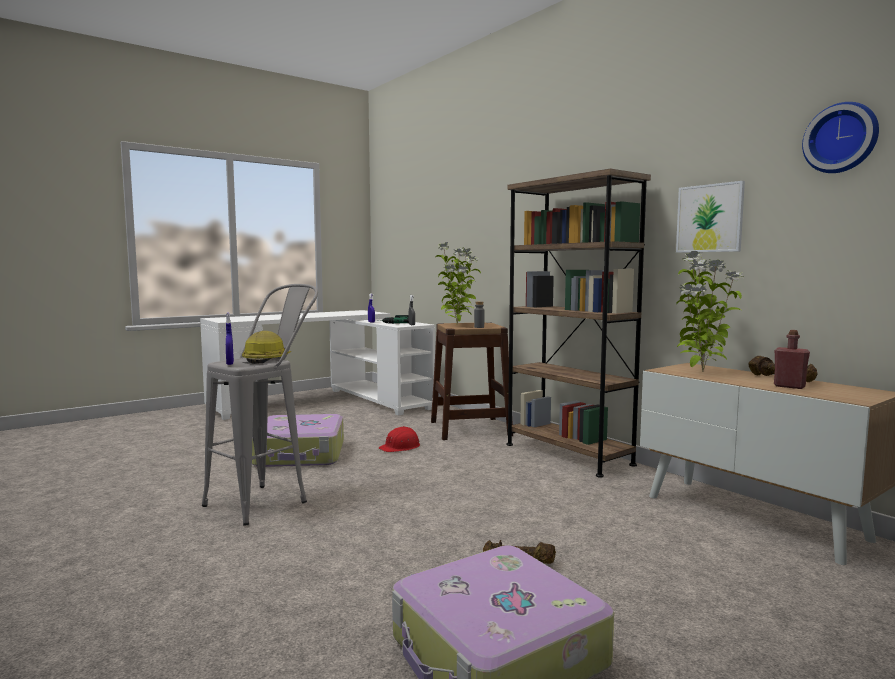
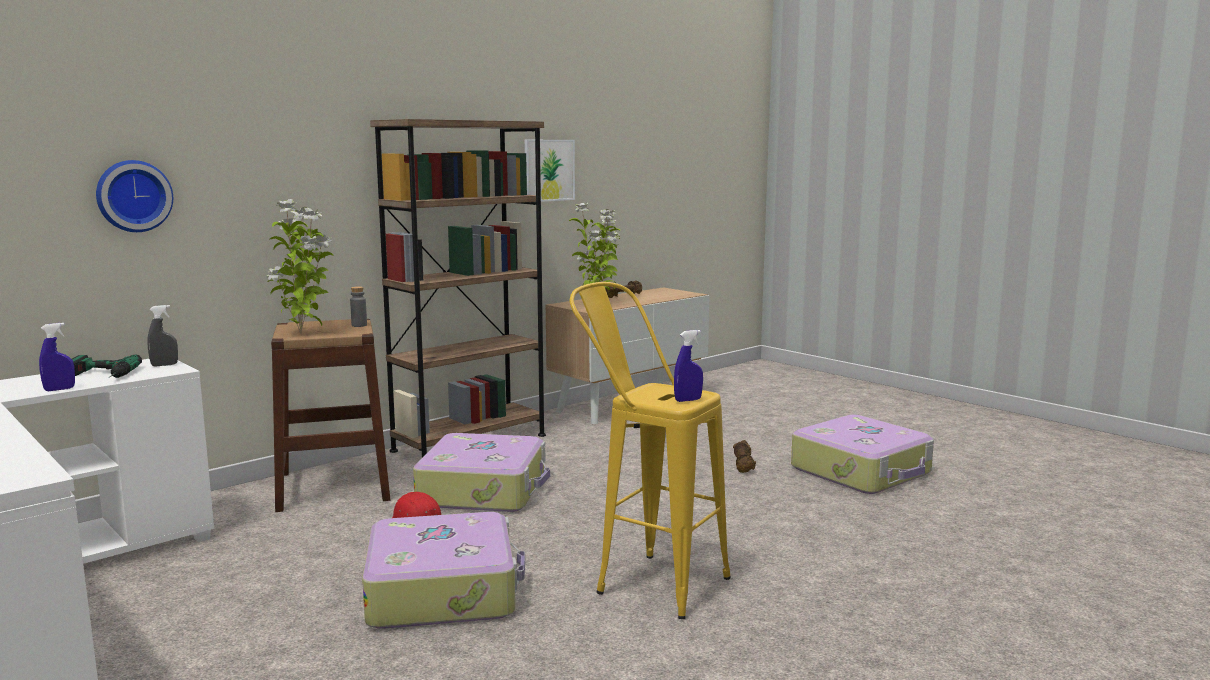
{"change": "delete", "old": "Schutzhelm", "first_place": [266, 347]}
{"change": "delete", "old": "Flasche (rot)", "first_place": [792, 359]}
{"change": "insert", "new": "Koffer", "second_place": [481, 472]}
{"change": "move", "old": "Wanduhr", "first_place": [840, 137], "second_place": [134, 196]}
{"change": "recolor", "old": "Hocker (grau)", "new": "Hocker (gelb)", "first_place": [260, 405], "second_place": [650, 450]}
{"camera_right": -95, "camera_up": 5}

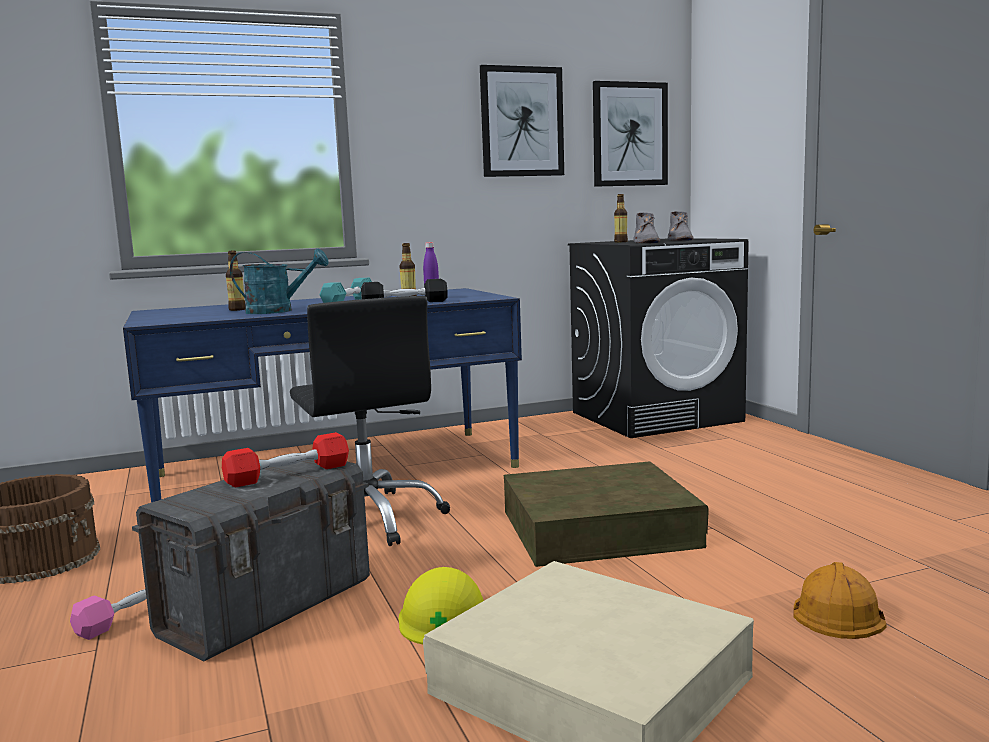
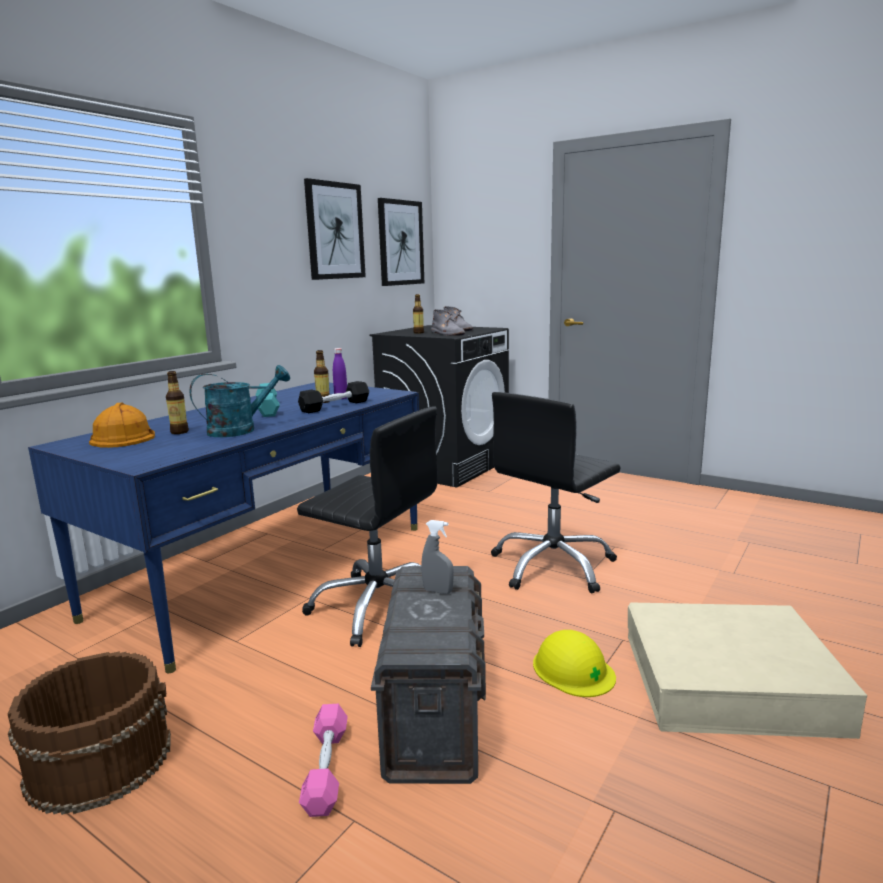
{"change": "move", "old": "Schutzhelm (orange)", "first_place": [839, 600], "second_place": [122, 425]}
{"change": "replace", "old": "Hantel (rot)", "new": "Sprühflasche (grau)", "first_place": [285, 459], "second_place": [437, 557]}
{"change": "replace", "old": "Aufbewahrungsbox (braun)", "new": "Bürostuhl (schwarz)", "first_place": [606, 514], "second_place": [556, 492]}
{"camera_right": -35, "camera_up": 5}

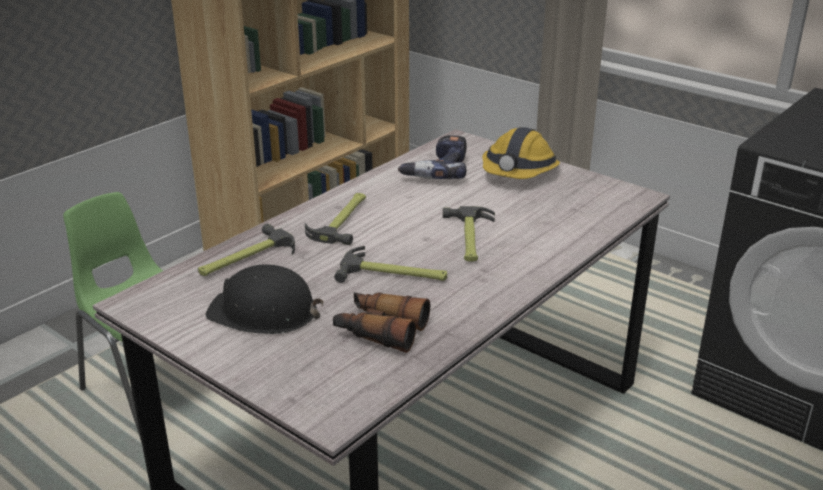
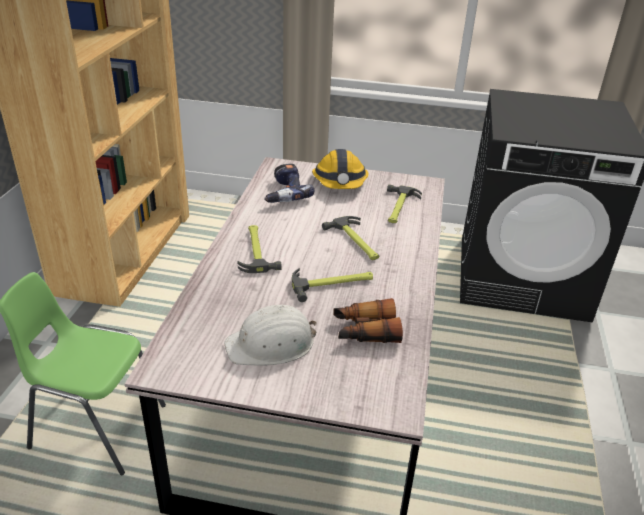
{"change": "move", "old": "Hammer", "first_place": [246, 249], "second_place": [404, 204]}
{"change": "recolor", "old": "Schutzhelm (schwarz)", "new": "Schutzhelm (weiß)", "first_place": [264, 299], "second_place": [270, 335]}
{"camera_right": -30, "camera_up": 5}

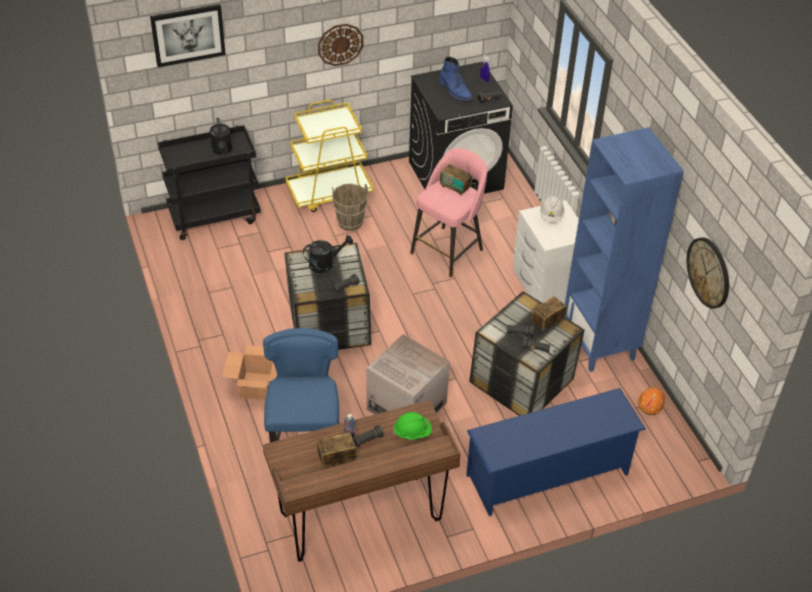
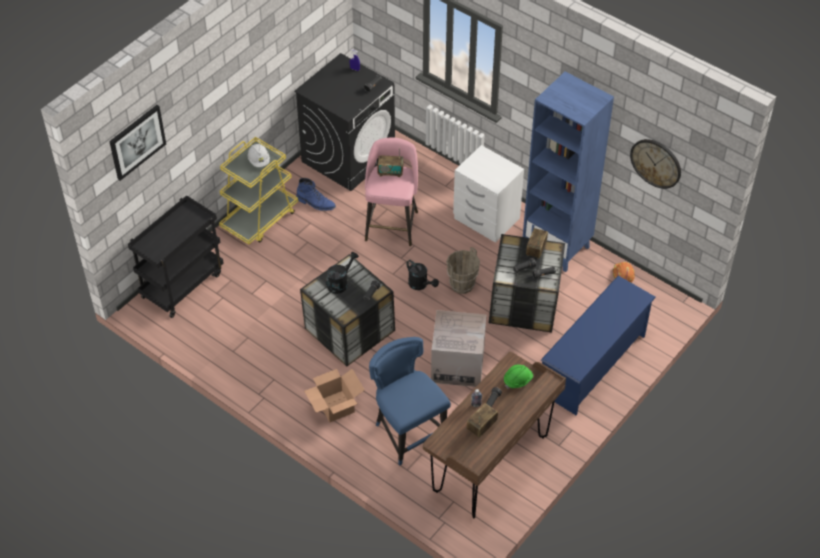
{"change": "delete", "old": "Wanduhr", "first_place": [340, 45]}
{"change": "move", "old": "Gießkanne (schwarz)", "first_place": [221, 136], "second_place": [422, 275]}
{"change": "move", "old": "Eimer (braun)", "first_place": [350, 207], "second_place": [463, 270]}
{"change": "move", "old": "Stiefel (blau)", "first_place": [456, 79], "second_place": [316, 194]}
{"change": "move", "old": "Schutzhelm (weiß)", "first_place": [552, 209], "second_place": [259, 155]}
{"camera_right": -30, "camera_up": 5}

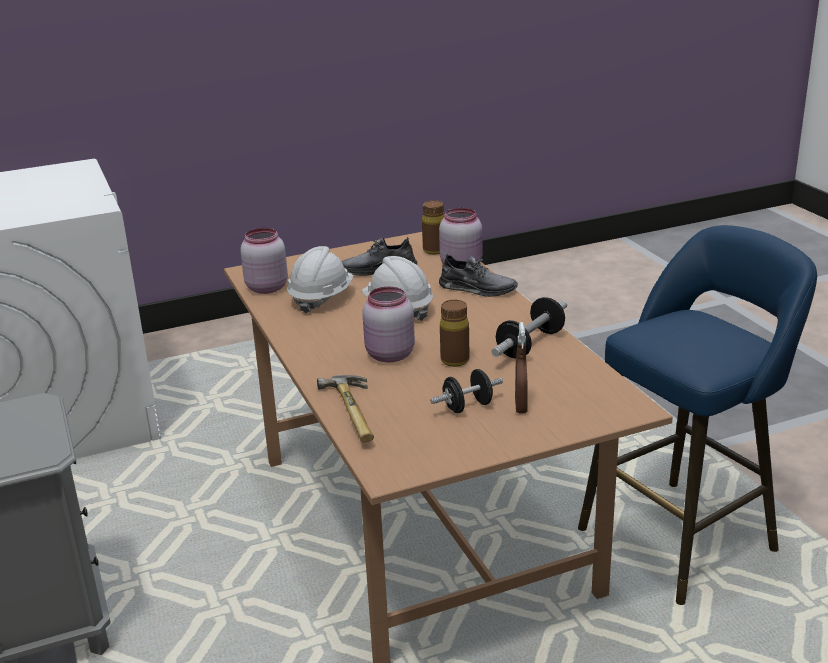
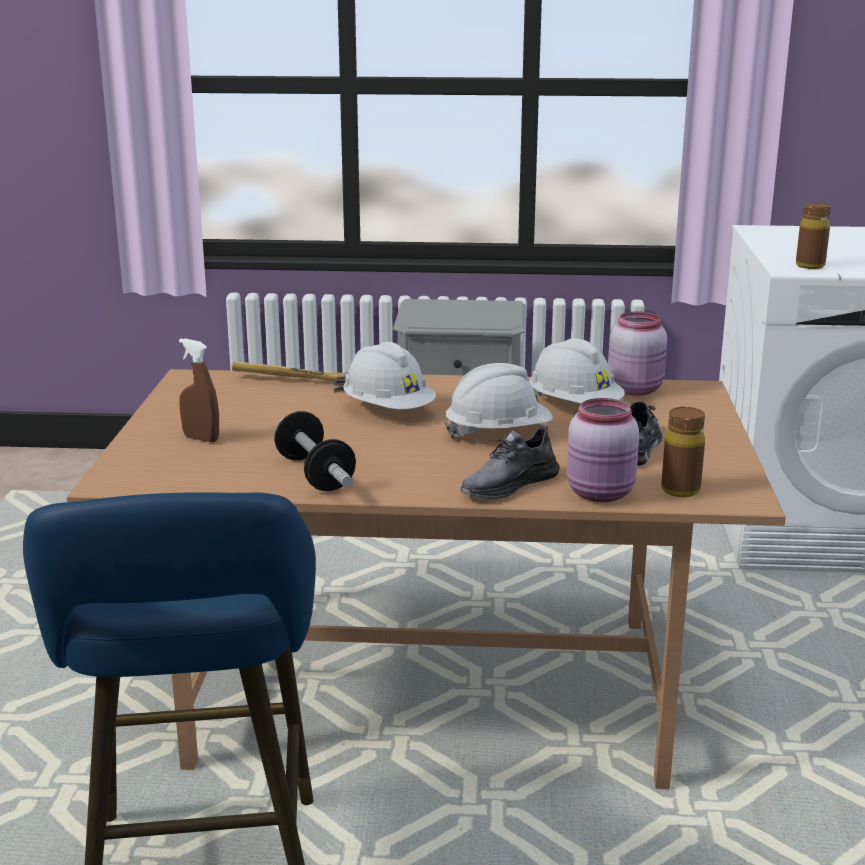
{"change": "delete", "old": "Hantel (schwarz)", "first_place": [466, 391]}
{"change": "move", "old": "Flasche (braun)", "first_place": [454, 333], "second_place": [813, 236]}
{"change": "replace", "old": "Vorratsglas (rosa)", "new": "Schutzhelm (weiß)", "first_place": [388, 324], "second_place": [389, 375]}
{"camera_right": 115, "camera_up": -5}

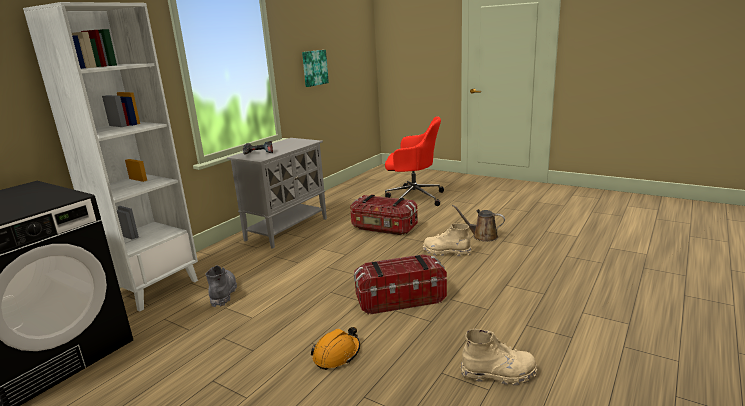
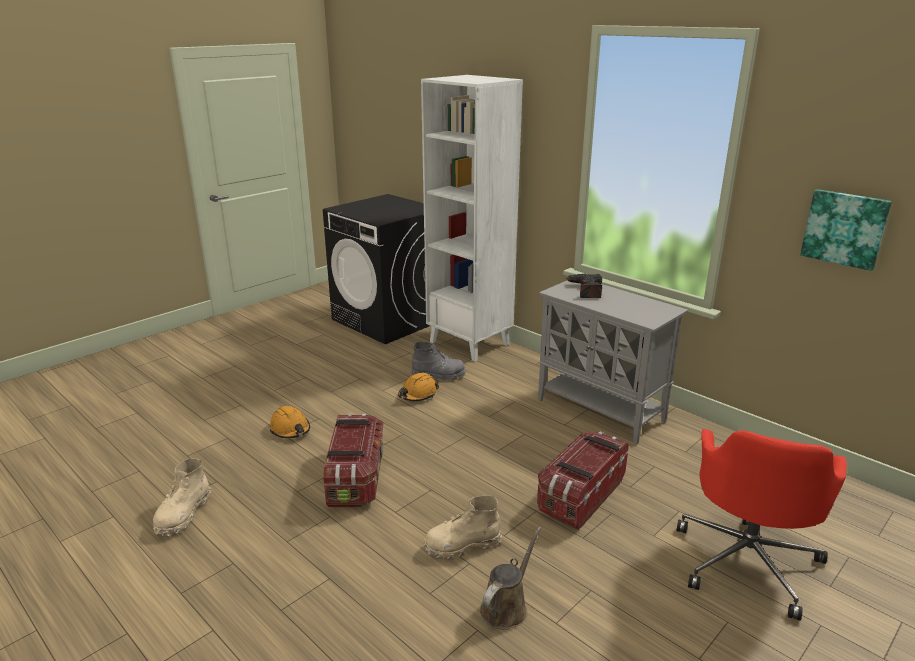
{"change": "insert", "new": "Schutzhelm (orange)", "second_place": [418, 387]}
{"change": "rotate", "old": "Stiefel (beige)", "first_place": [447, 239], "second_place": [463, 527], "degrees": -135}
{"camera_right": 100, "camera_up": 5}

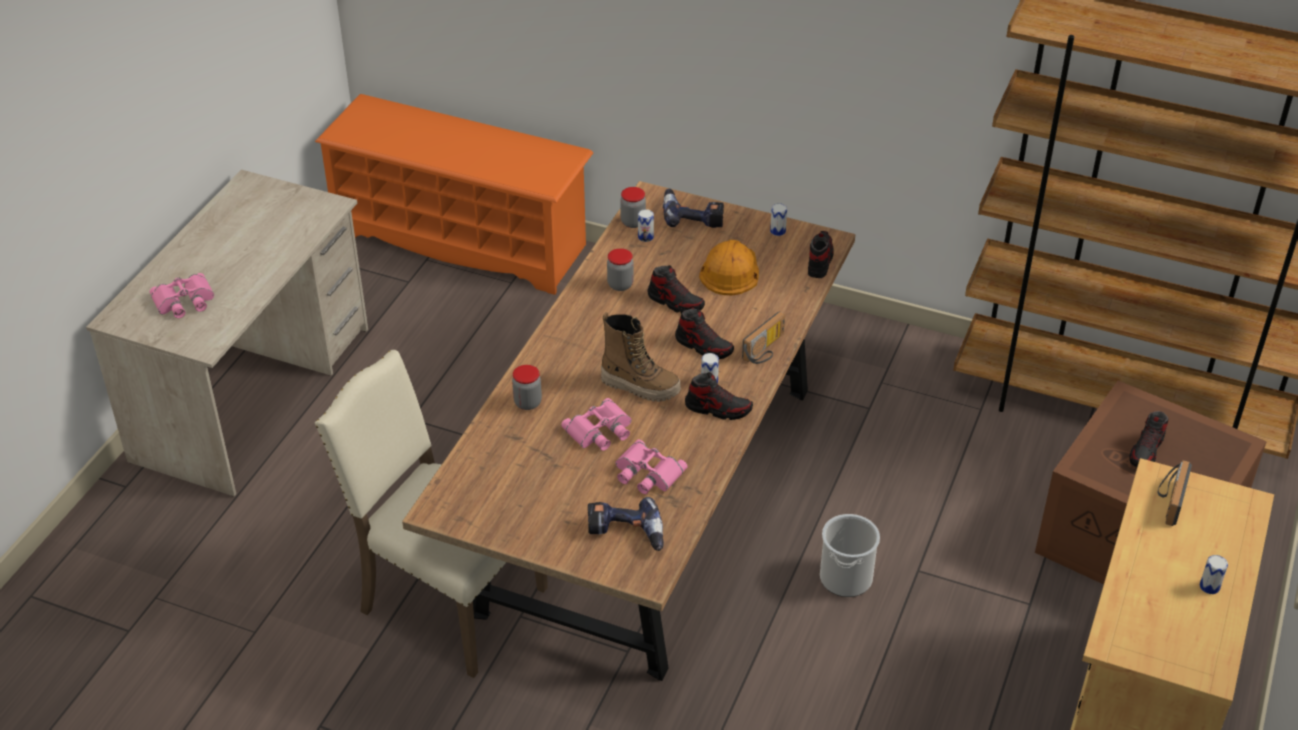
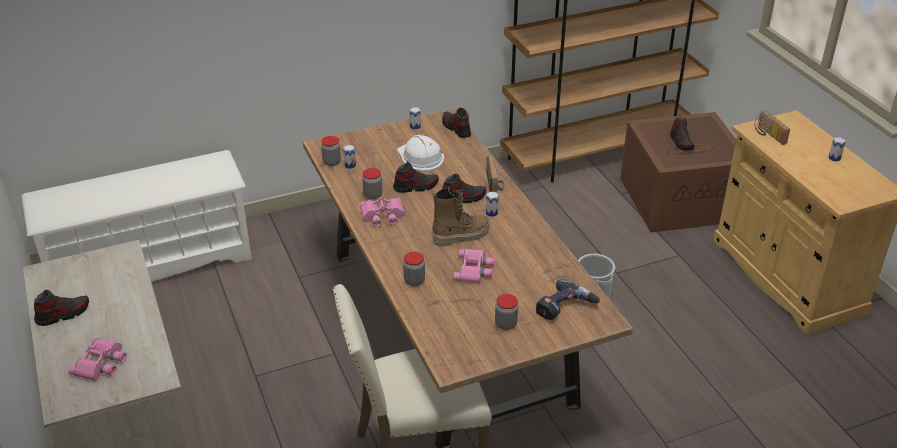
{"change": "delete", "old": "Bohrmaschine", "first_place": [693, 208]}
{"change": "insert", "new": "Vorratsglas", "second_place": [506, 312]}
{"change": "move", "old": "Fernglas (rosa)", "first_place": [651, 466], "second_place": [382, 212]}
{"change": "move", "old": "Schuh", "first_place": [719, 396], "second_place": [61, 308]}
{"change": "recolor", "old": "Schuhregal (orange)", "new": "Schuhregal (weiß)", "first_place": [454, 194], "second_place": [136, 215]}
{"change": "recolor", "old": "Schutzhelm (orange)", "new": "Schutzhelm (weiß)", "first_place": [729, 267], "second_place": [420, 153]}
{"camera_right": -45, "camera_up": -5}

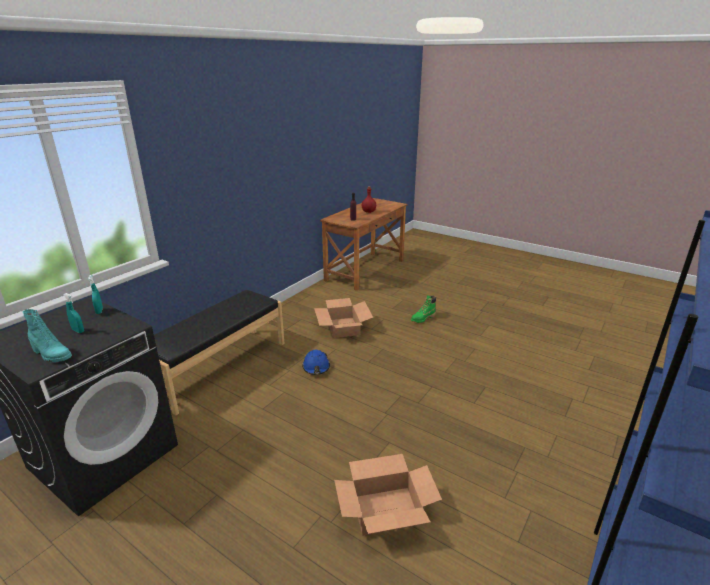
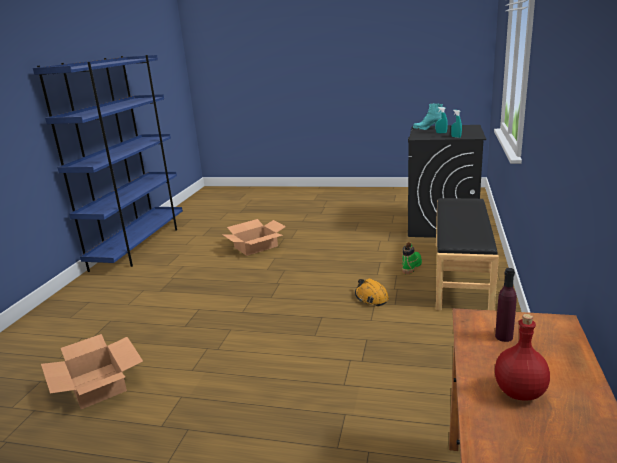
{"change": "move", "old": "Karton", "first_place": [343, 318], "second_place": [92, 371]}
{"change": "move", "old": "Stiefel (grün)", "first_place": [423, 309], "second_place": [412, 258]}
{"change": "recolor", "old": "Schutzhelm (blau)", "new": "Schutzhelm (orange)", "first_place": [316, 362], "second_place": [372, 292]}
{"camera_right": 160, "camera_up": -5}

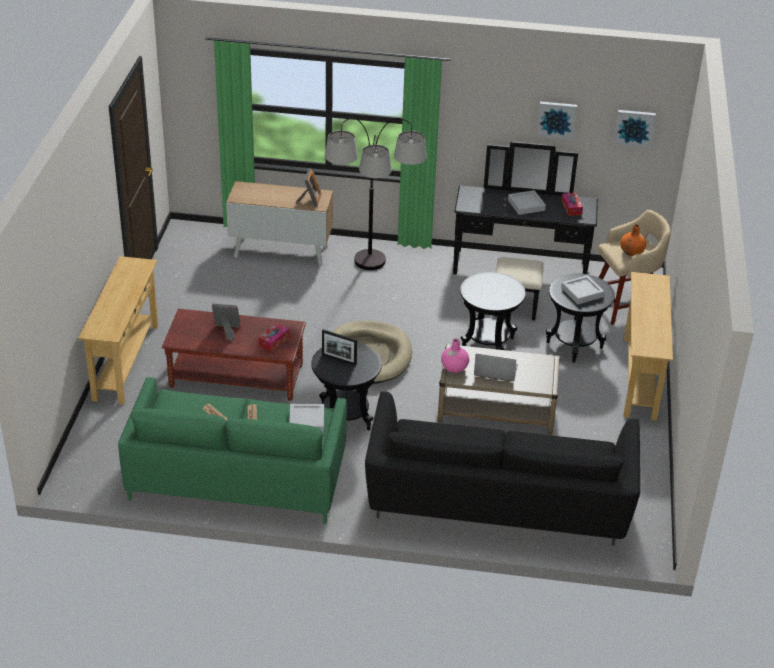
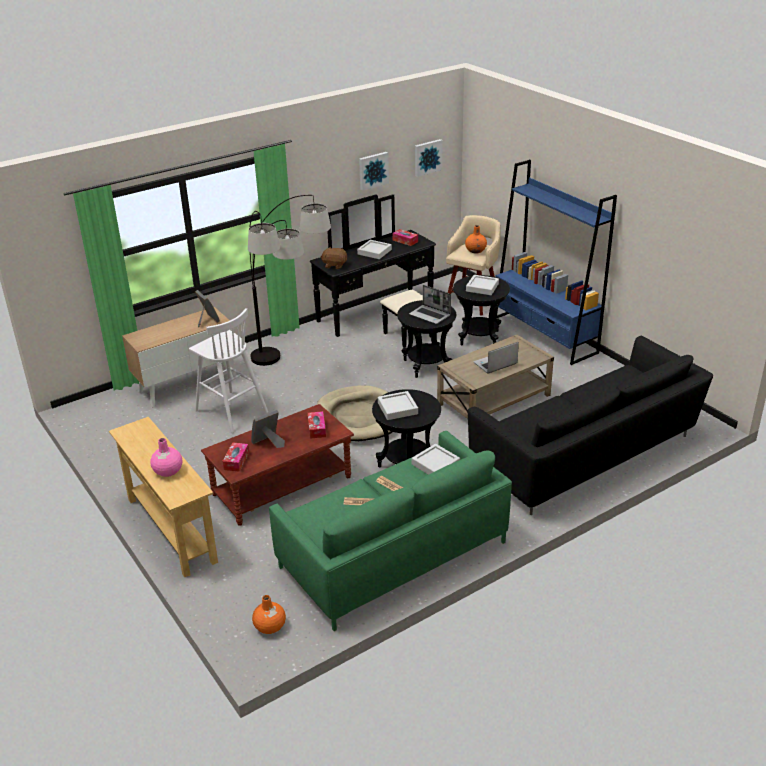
{"change": "insert", "new": "Hocker (weiß)", "second_place": [228, 370]}
{"change": "insert", "new": "Taschentuchbox", "second_place": [235, 457]}
{"change": "insert", "new": "Vase (orange)", "second_place": [269, 614]}
{"change": "insert", "new": "Plüschtier (braun)", "second_place": [334, 258]}
{"change": "insert", "new": "Laptop", "second_place": [430, 304]}
{"change": "move", "old": "Vase (rosa)", "first_place": [455, 356], "second_place": [166, 457]}
{"change": "replace", "old": "Bilderrahmen", "new": "Tablett (grau)", "first_place": [339, 347], "second_place": [398, 405]}
{"change": "replace", "old": "Konsolentisch (beige)", "new": "Bücherregal (blau)", "first_place": [648, 346], "second_place": [556, 262]}
{"camera_right": -40, "camera_up": -5}

